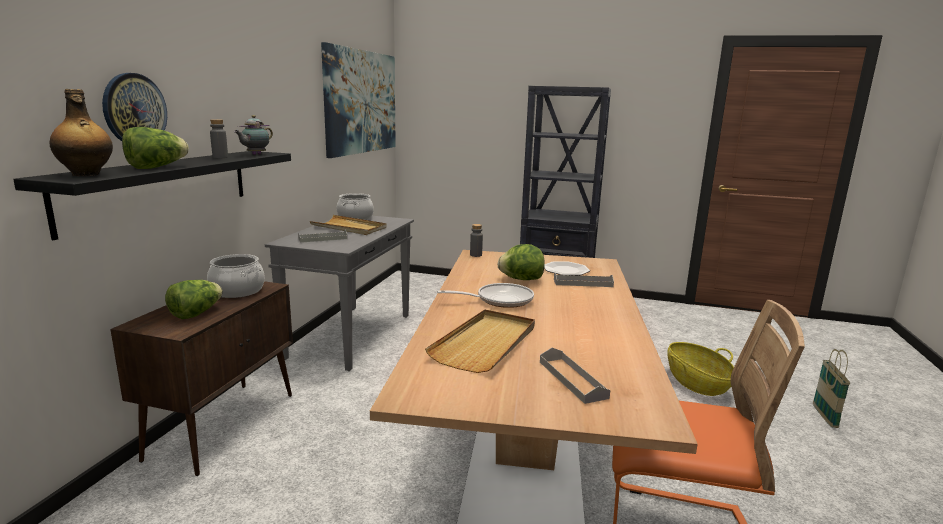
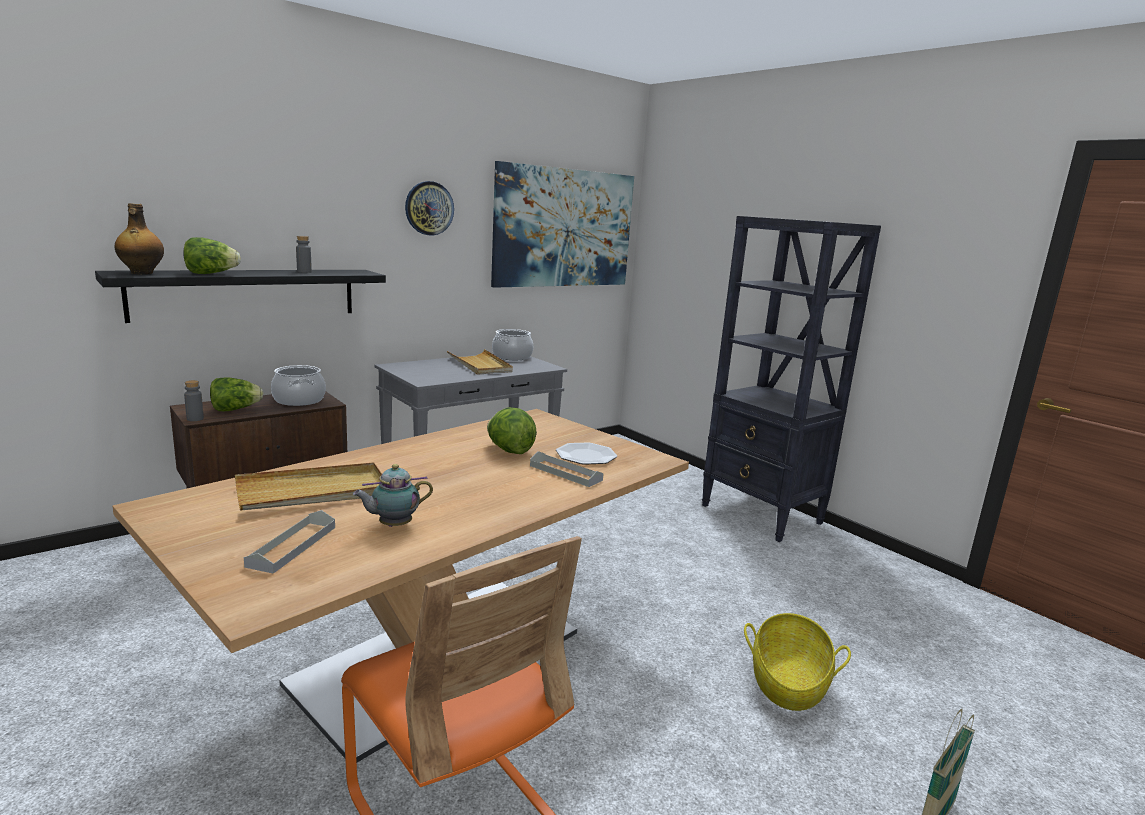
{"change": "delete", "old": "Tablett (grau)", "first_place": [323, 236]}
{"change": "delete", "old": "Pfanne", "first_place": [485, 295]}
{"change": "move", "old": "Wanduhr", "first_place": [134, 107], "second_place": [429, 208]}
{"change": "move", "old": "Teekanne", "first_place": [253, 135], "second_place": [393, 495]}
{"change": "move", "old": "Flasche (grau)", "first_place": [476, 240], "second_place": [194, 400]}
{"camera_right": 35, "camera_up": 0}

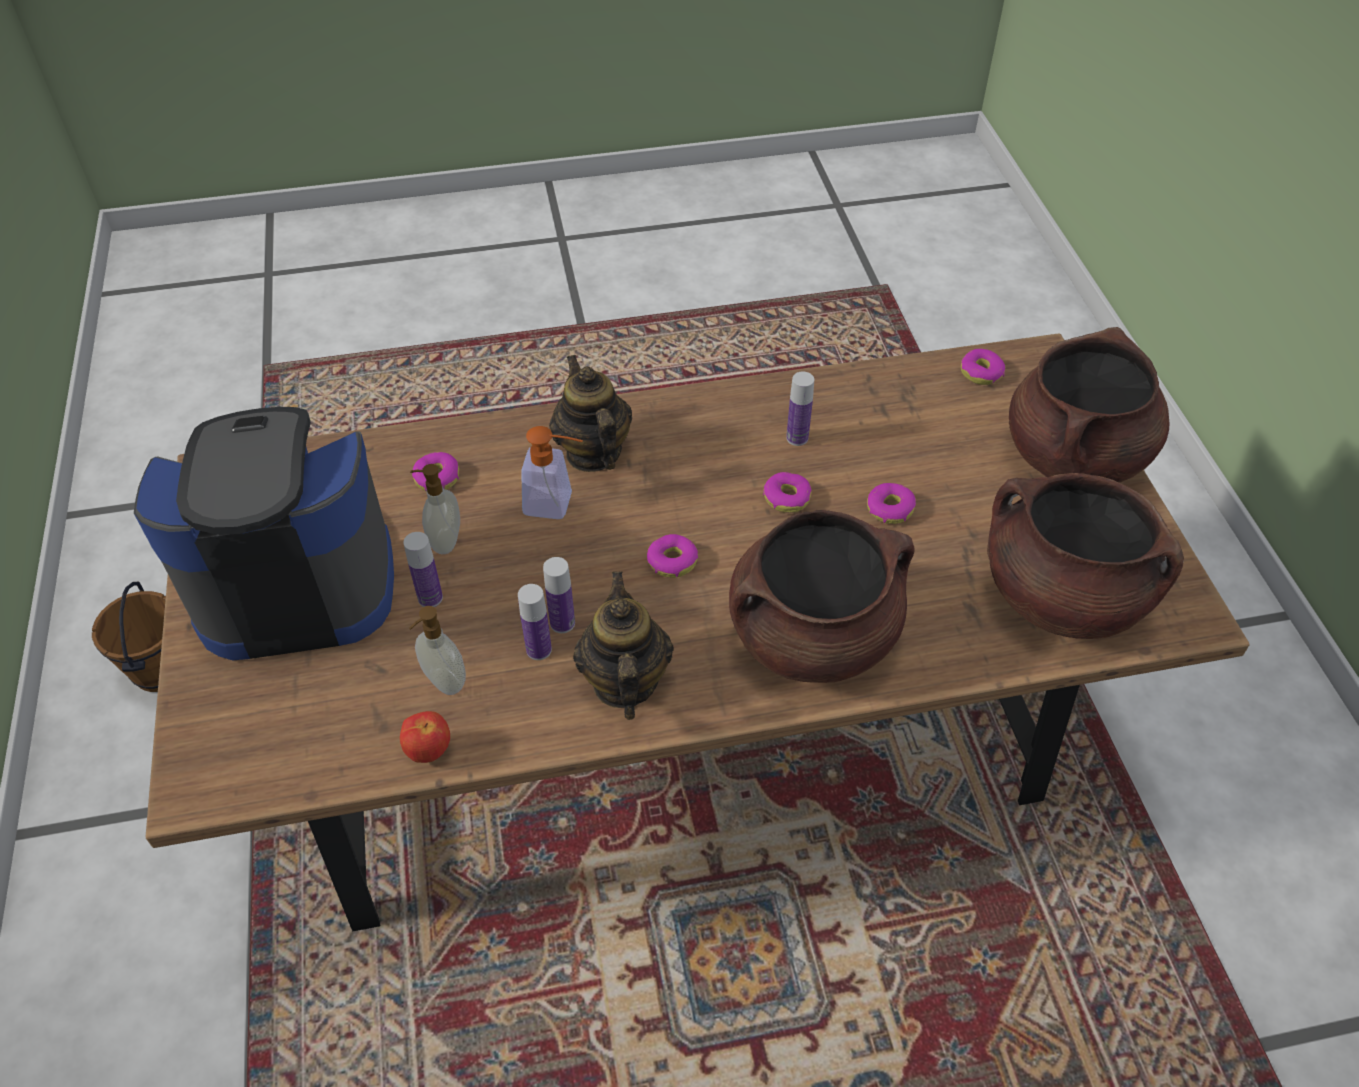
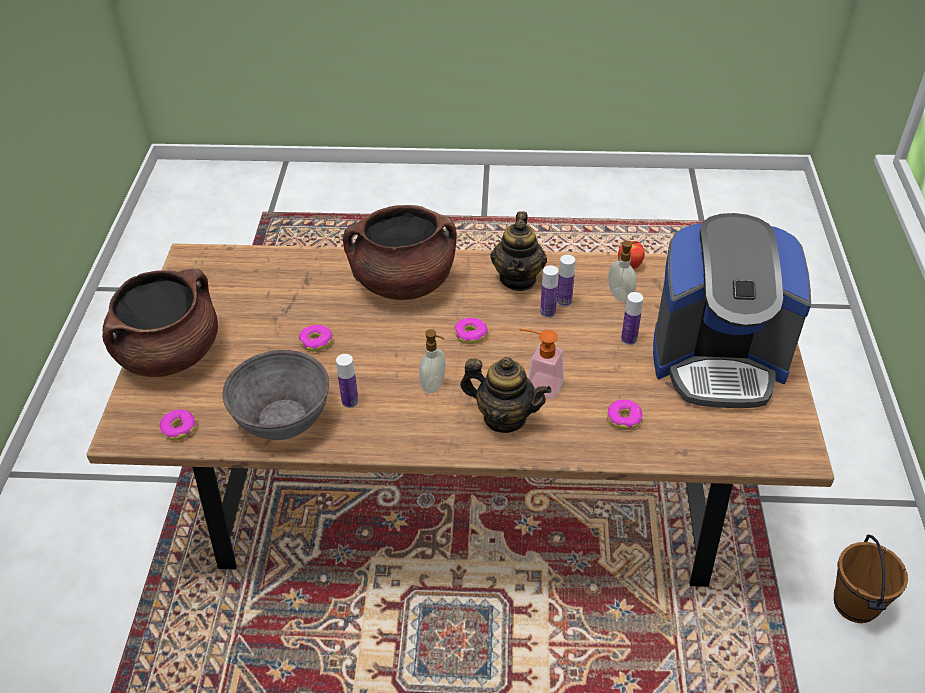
{"change": "delete", "old": "Donut", "first_place": [787, 492]}
{"change": "delete", "old": "Kochtopf (braun)", "first_place": [1085, 556]}
{"change": "insert", "new": "Schüssel (grau)", "second_place": [276, 395]}
{"change": "move", "old": "Seifenspender", "first_place": [435, 509], "second_place": [432, 361]}
{"change": "rotate", "old": "Teekanne", "first_place": [590, 413], "second_place": [506, 395], "degrees": -60}
{"camera_right": -165, "camera_up": -5}

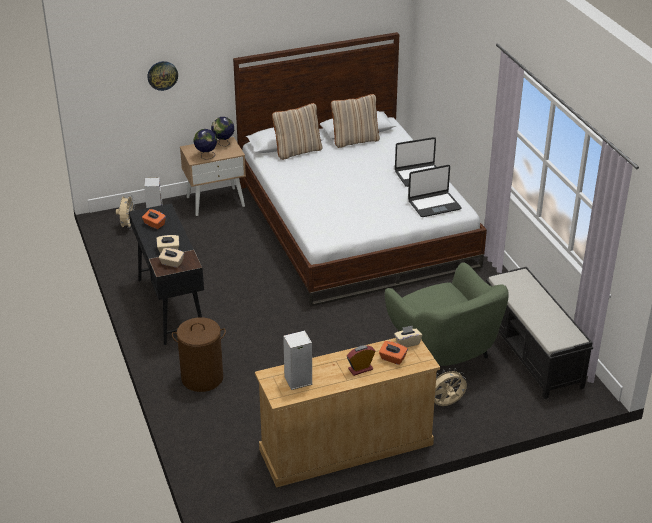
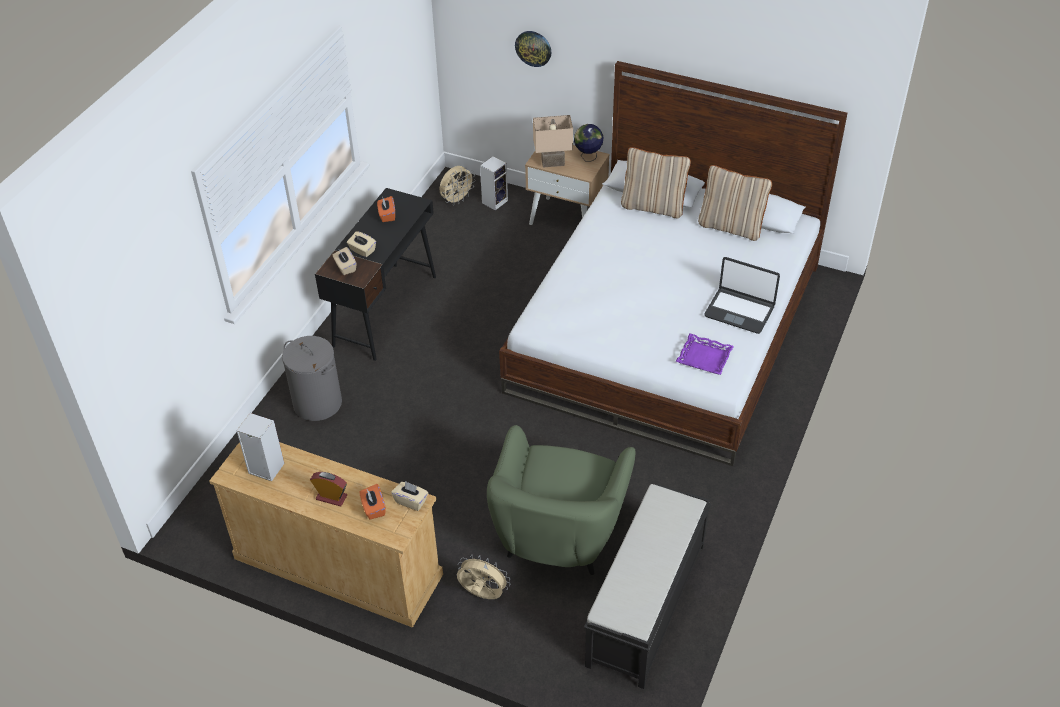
{"change": "replace", "old": "Globus", "new": "Tischlampe (beige)", "first_place": [205, 144], "second_place": [553, 141]}
{"change": "replace", "old": "Laptop", "new": "Tablett (lila)", "first_place": [435, 191], "second_place": [705, 354]}
{"change": "recolor", "old": "Wäschekorb (braun)", "new": "Wäschekorb (grau)", "first_place": [199, 354], "second_place": [312, 378]}
{"camera_right": 45, "camera_up": 10}

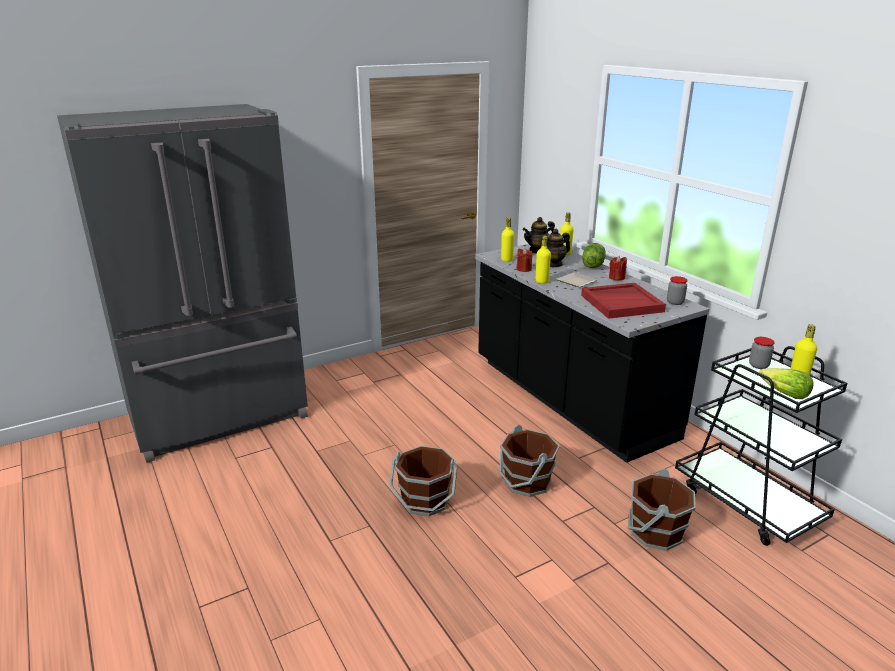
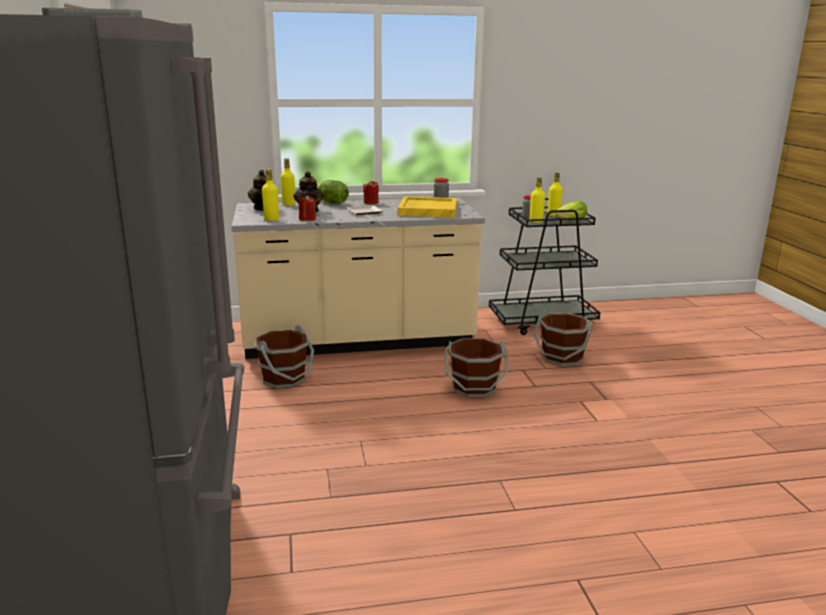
{"change": "move", "old": "Eimer (braun)", "first_place": [423, 481], "second_place": [284, 356]}
{"change": "move", "old": "Flasche (gelb)", "first_place": [543, 259], "second_place": [537, 200]}
{"change": "recolor", "old": "Küchenzeile (schwarz)", "new": "Küchenzeile (beige)", "first_place": [592, 353], "second_place": [358, 278]}
{"change": "recolor", "old": "Tablett (rot)", "new": "Tablett (gelb)", "first_place": [623, 301], "second_place": [427, 207]}
{"camera_right": -70, "camera_up": -5}

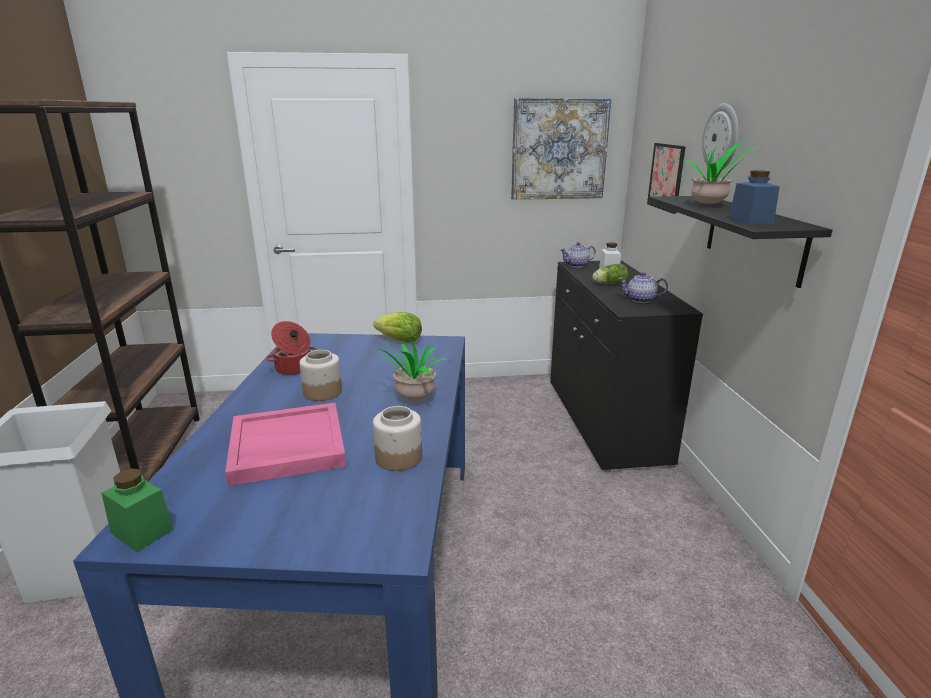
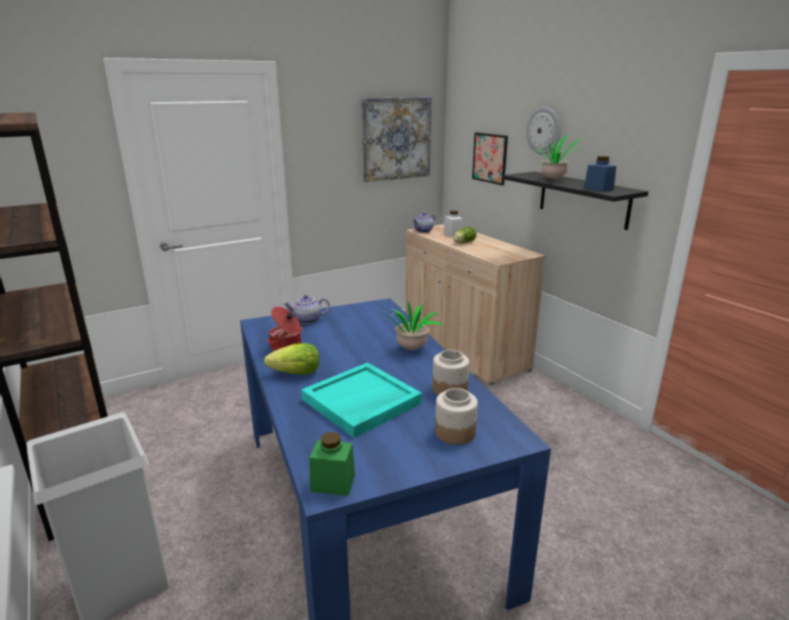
{"change": "move", "old": "Vorratsglas", "first_place": [320, 375], "second_place": [456, 416]}
{"change": "move", "old": "Salatkopf", "first_place": [397, 327], "second_place": [291, 359]}
{"change": "move", "old": "Teekanne", "first_place": [643, 287], "second_place": [307, 309]}
{"change": "recolor", "old": "Tablett (rosa)", "new": "Tablett (türkis)", "first_place": [285, 444], "second_place": [361, 400]}
{"change": "recolor", "old": "Schrank (schwarz)", "new": "Schrank (beige)", "first_place": [626, 366], "second_place": [476, 304]}
{"camera_right": -25, "camera_up": 0}

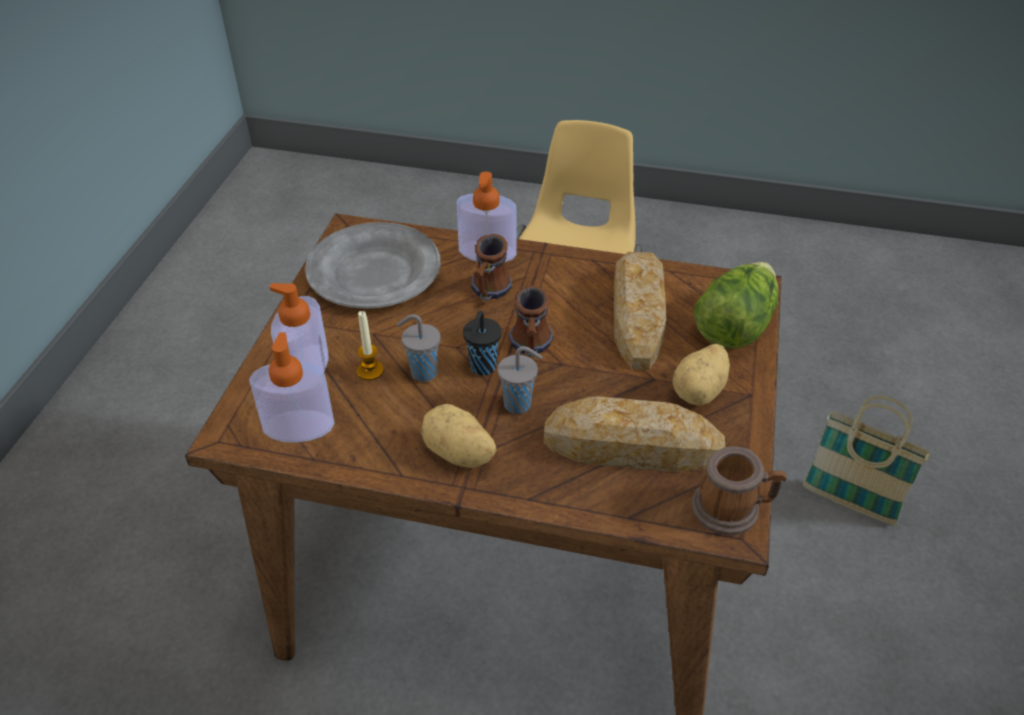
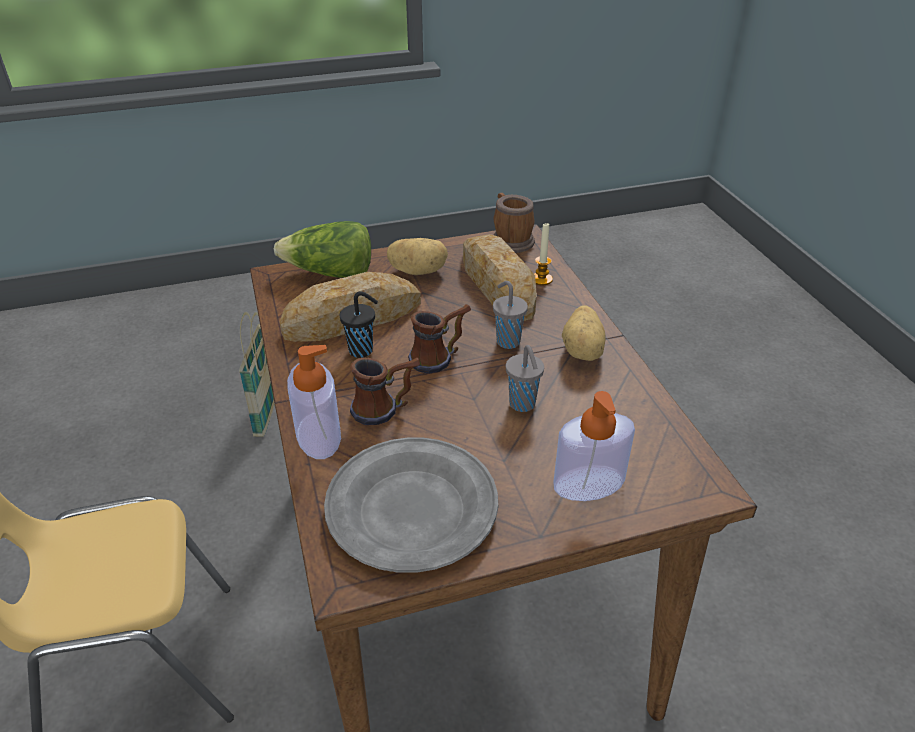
{"change": "delete", "old": "Seifenspender", "first_place": [292, 387]}
{"change": "move", "old": "Kerze", "first_place": [370, 345], "second_place": [543, 254]}
{"change": "move", "old": "Tasse (schwarz)", "first_place": [482, 343], "second_place": [358, 324]}
{"camera_right": -120, "camera_up": -5}

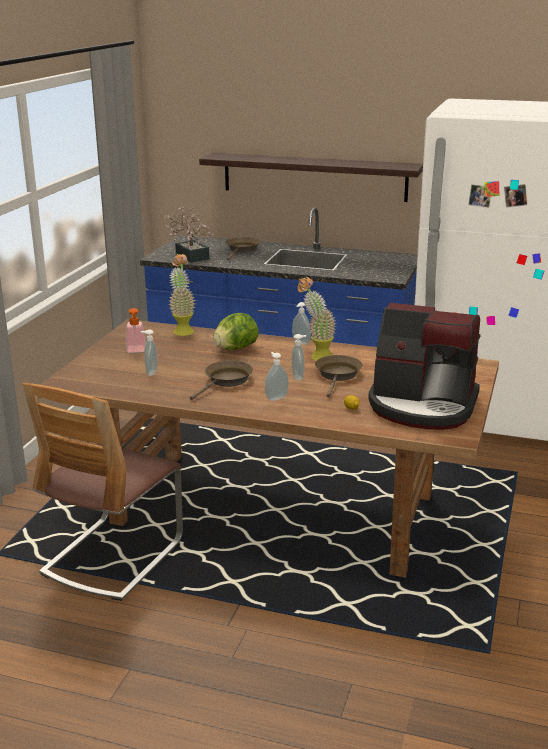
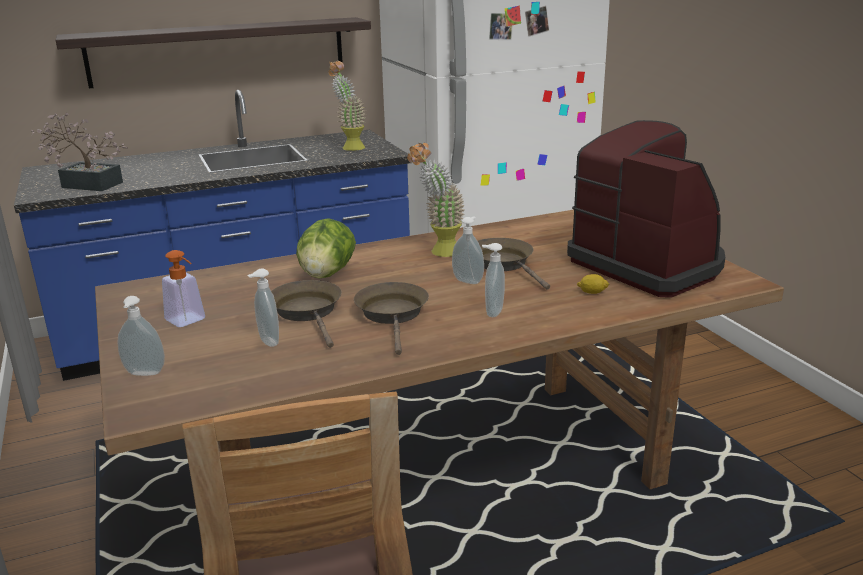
{"change": "move", "old": "Topfpflanze", "first_place": [182, 295], "second_place": [347, 106]}
{"change": "move", "old": "Pfanne (braun)", "first_place": [243, 248], "second_place": [306, 314]}
{"change": "move", "old": "Seifenspender", "first_place": [301, 323], "second_place": [141, 336]}
{"change": "rotate", "old": "Kaffeemaschine", "first_place": [424, 366], "second_place": [646, 209], "degrees": -105}
{"camera_right": -40, "camera_up": 0}

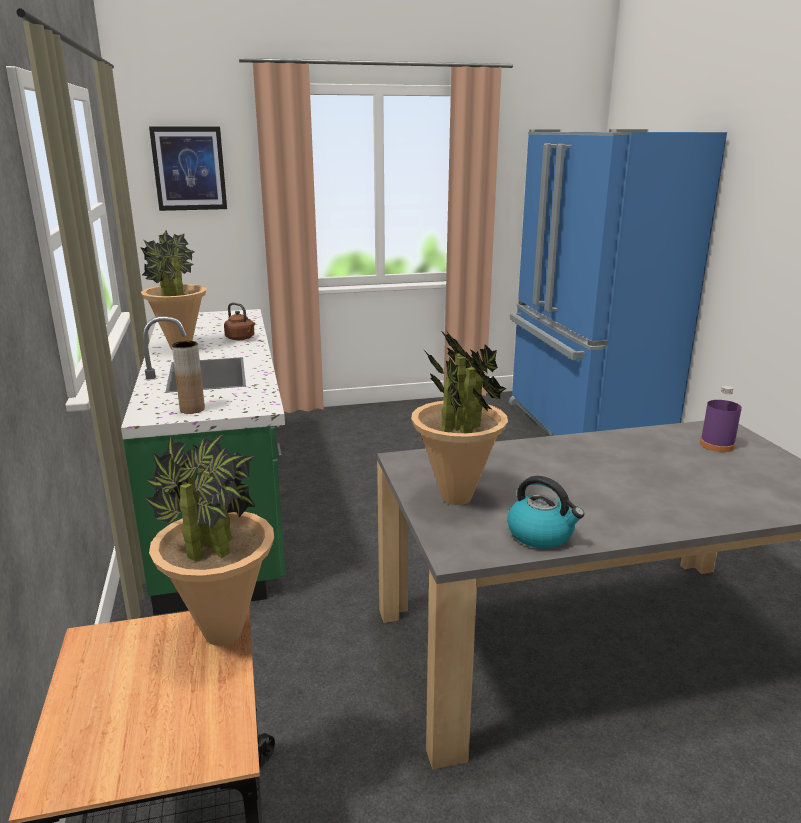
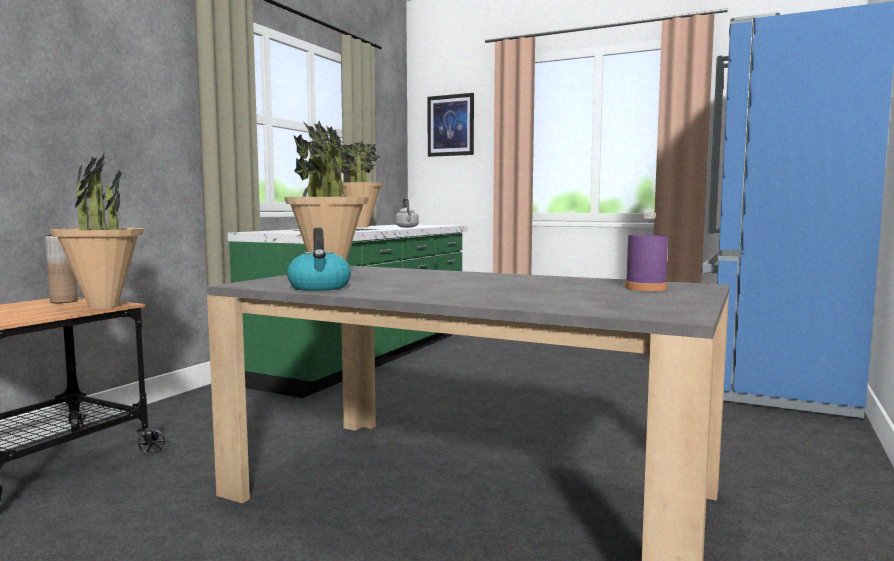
{"change": "move", "old": "Vase (braun)", "first_place": [188, 377], "second_place": [61, 268]}
{"change": "recolor", "old": "Wasserkessel (braun)", "new": "Wasserkessel (grau)", "first_place": [239, 321], "second_place": [407, 213]}
{"camera_right": 40, "camera_up": -15}

